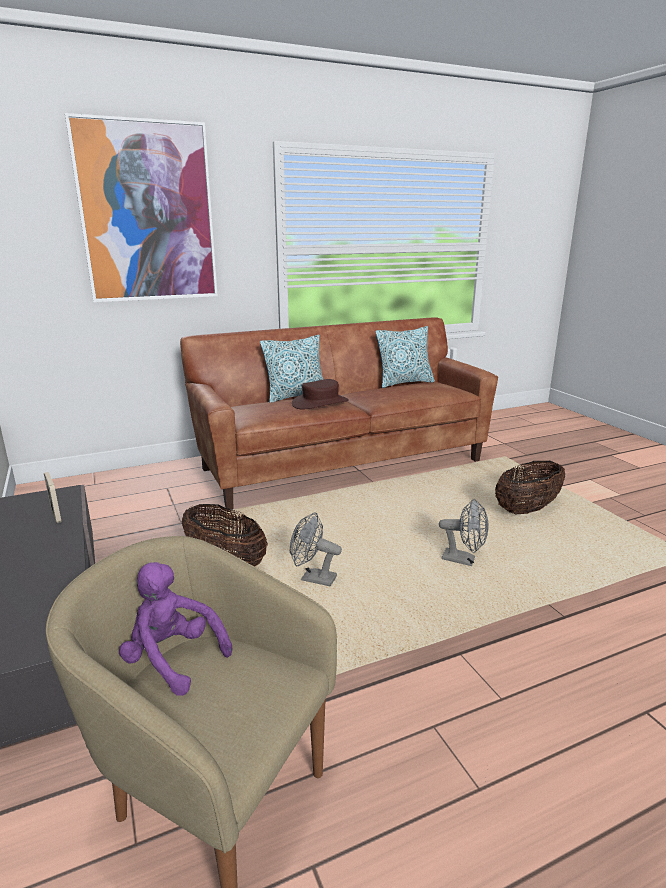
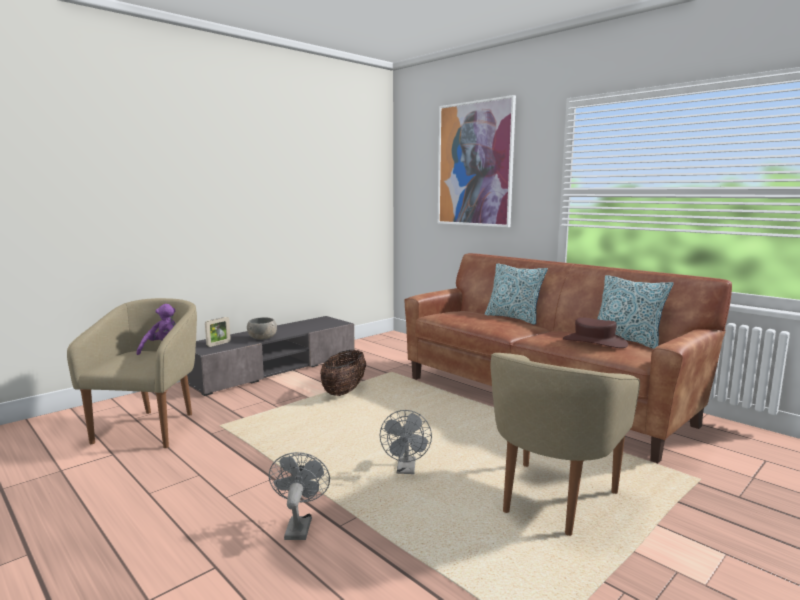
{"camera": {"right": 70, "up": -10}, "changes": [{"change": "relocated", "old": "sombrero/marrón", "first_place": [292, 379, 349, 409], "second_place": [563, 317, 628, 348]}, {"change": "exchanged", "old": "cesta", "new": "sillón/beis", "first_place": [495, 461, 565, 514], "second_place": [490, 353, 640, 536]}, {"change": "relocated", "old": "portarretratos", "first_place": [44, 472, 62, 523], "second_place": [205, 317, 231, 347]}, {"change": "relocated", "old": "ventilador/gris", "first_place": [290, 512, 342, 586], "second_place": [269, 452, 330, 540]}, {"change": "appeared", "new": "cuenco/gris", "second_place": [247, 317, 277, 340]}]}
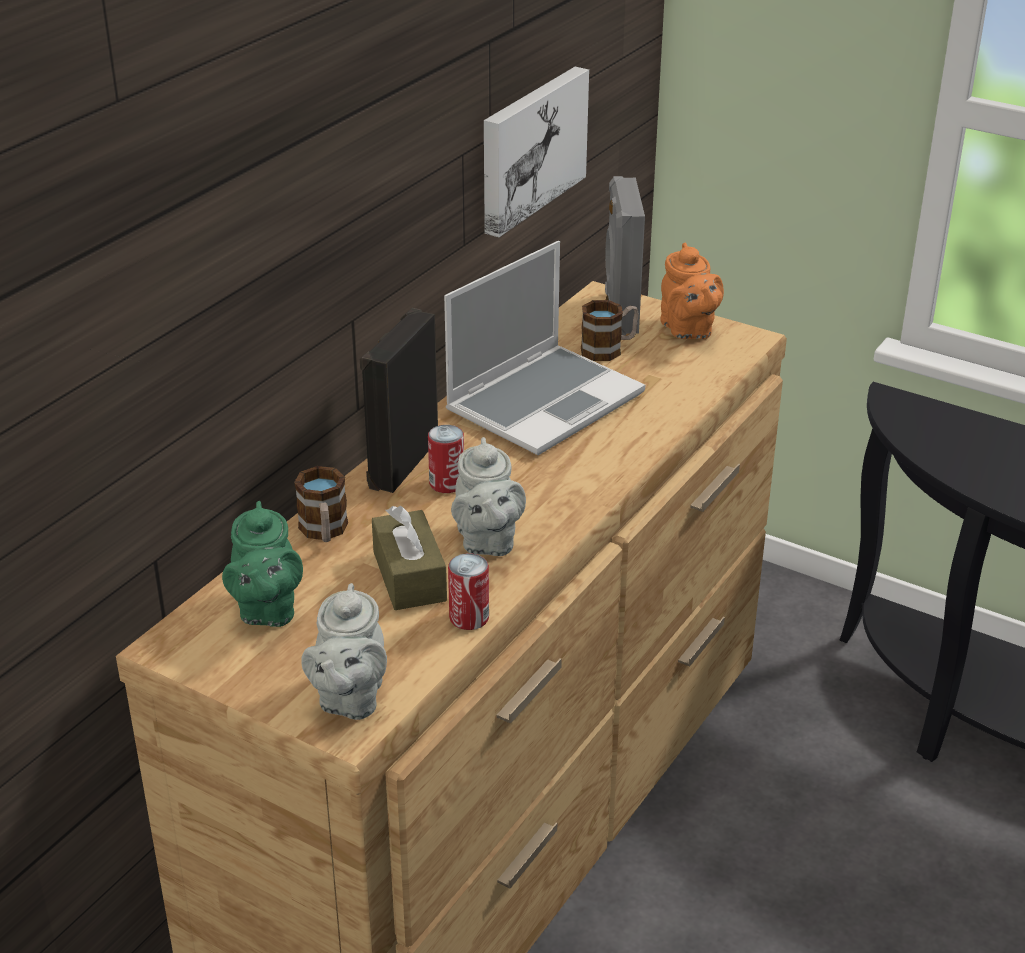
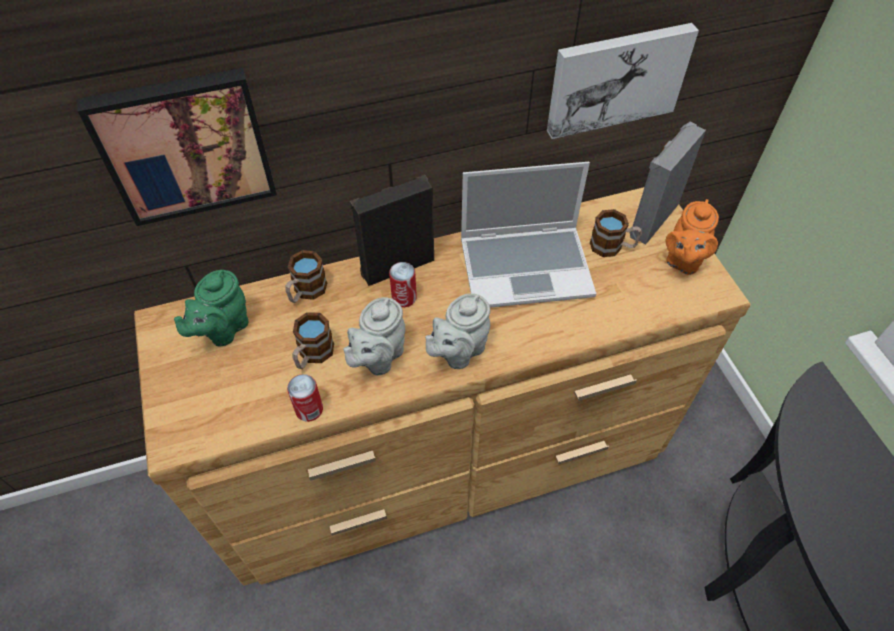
{"camera": {"right": 40, "up": 20}, "changes": [{"change": "exchanged", "old": "caja de pañuelos/marrón", "new": "taza grande", "first_place": [372, 506, 447, 610], "second_place": [292, 312, 334, 369]}, {"change": "relocated", "old": "tetera/gris", "first_place": [301, 583, 387, 720], "second_place": [425, 293, 490, 369]}, {"change": "appeared", "new": "cuadro", "second_place": [77, 68, 277, 226]}]}
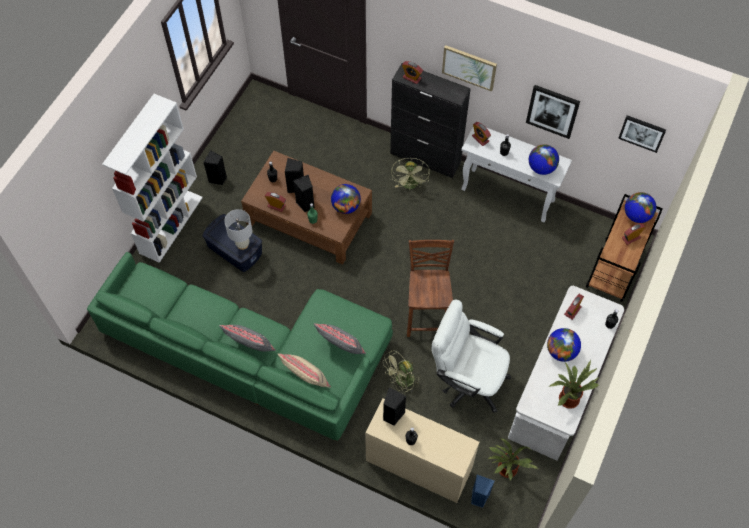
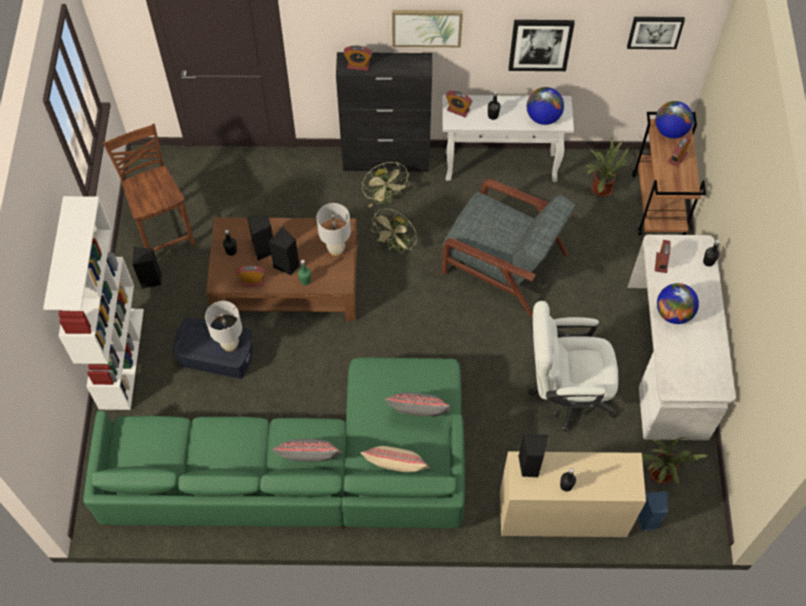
{"camera": {"right": -25, "up": 0}, "changes": [{"change": "exchanged", "old": "globo terráqueo", "new": "lámpara de mesa/blanco", "first_place": [331, 184, 361, 214], "second_place": [317, 203, 351, 256]}, {"change": "relocated", "old": "silla/marrón", "first_place": [407, 240, 454, 337], "second_place": [103, 124, 195, 251]}, {"change": "relocated", "old": "ventilador/verde", "first_place": [383, 350, 421, 393], "second_place": [370, 208, 418, 254]}, {"change": "relocated", "old": "planta en maceta", "first_place": [549, 359, 599, 409], "second_place": [585, 136, 629, 197]}, {"change": "appeared", "new": "sillón/gris", "second_place": [442, 179, 575, 317]}]}
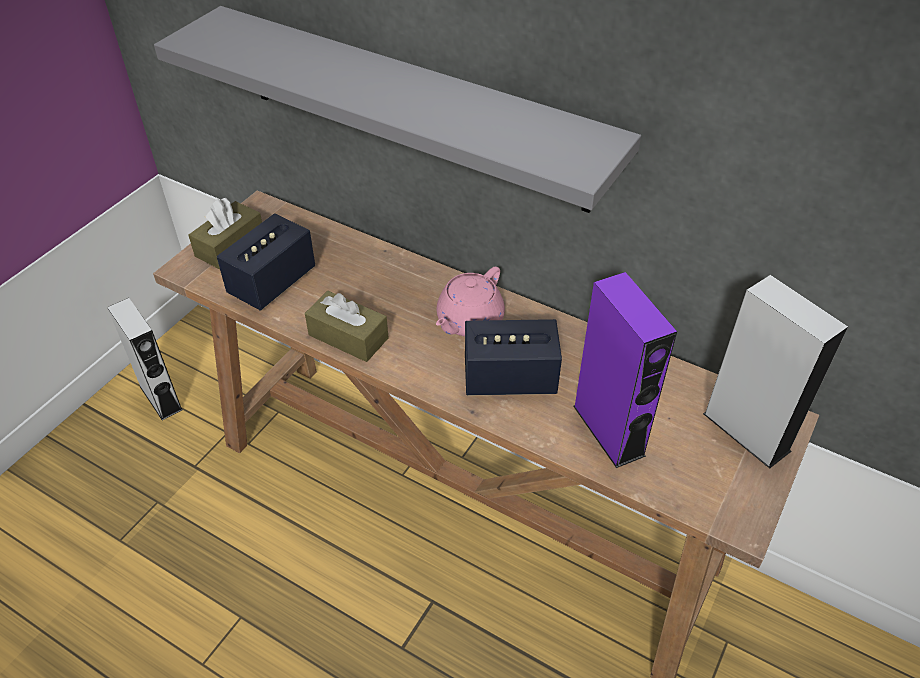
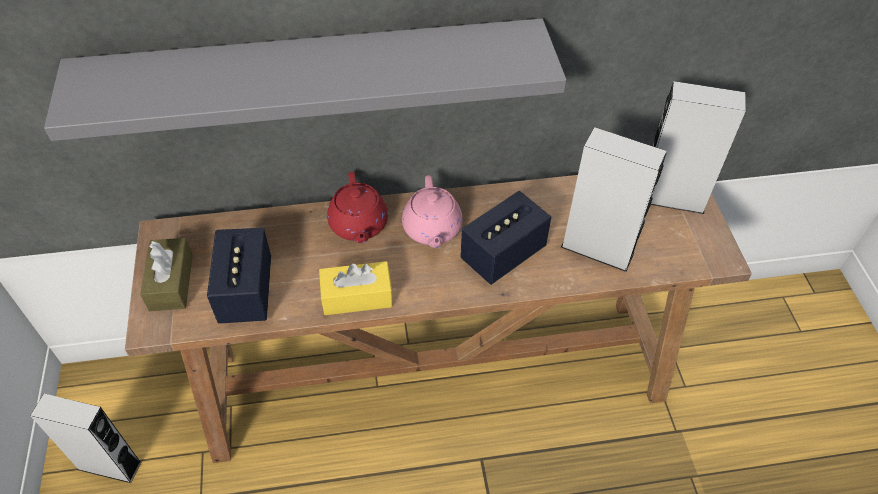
{"camera": {"right": -40, "up": 5}, "changes": [{"change": "colour", "old": "altavoz/morado", "new": "altavoz/gris", "first_place": [573, 272, 677, 468], "second_place": [561, 127, 667, 272]}, {"change": "colour", "old": "caja de pañuelos/marrón", "new": "caja de pañuelos/amarillo", "first_place": [305, 291, 389, 362], "second_place": [319, 261, 393, 315]}, {"change": "appeared", "new": "tetera/rojo", "second_place": [327, 172, 388, 243]}]}
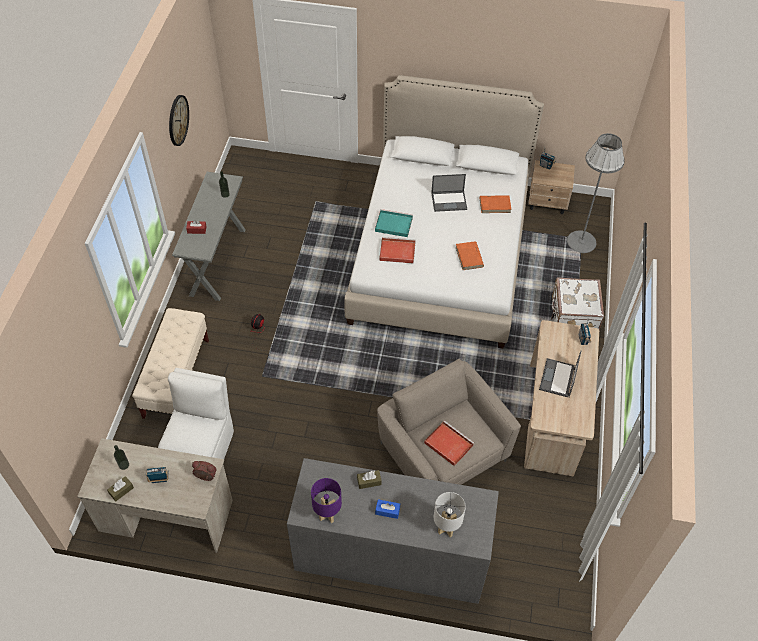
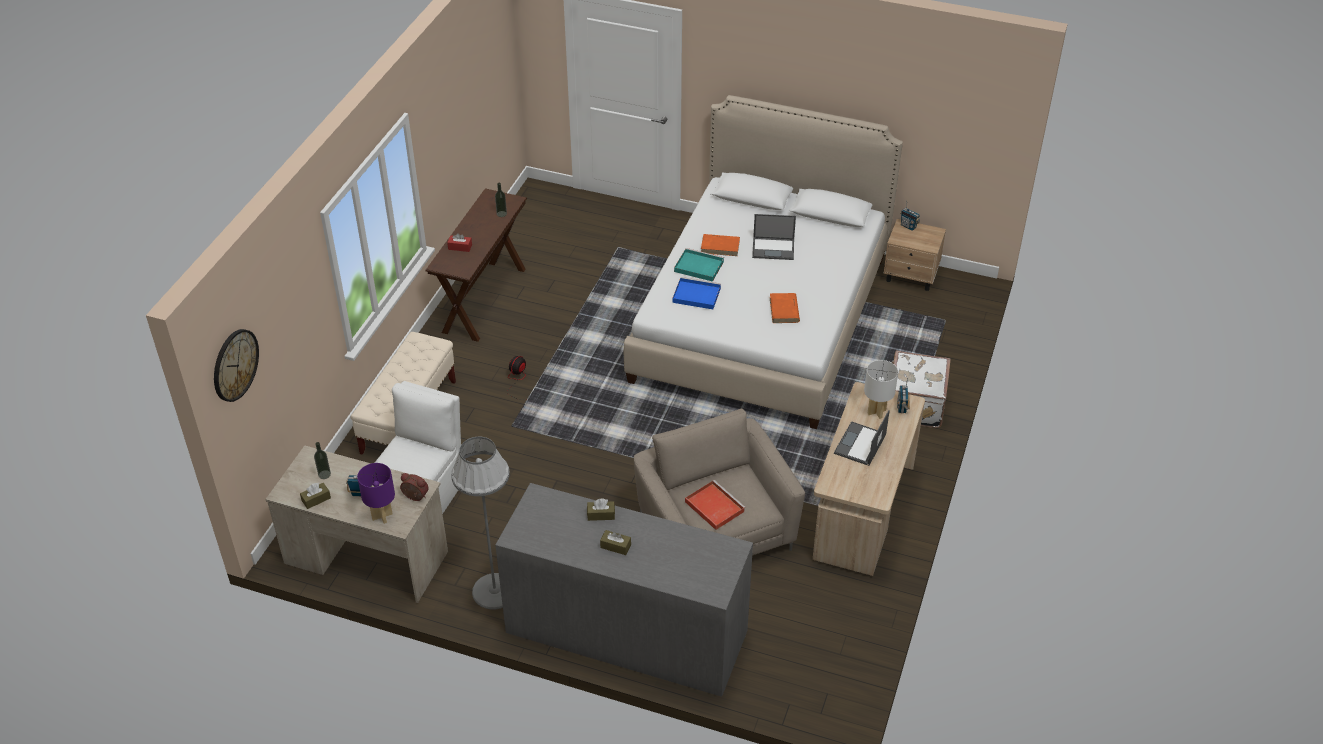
{"camera": {"right": 10, "up": -10}, "changes": [{"change": "relocated", "old": "reloj de pared", "first_place": [169, 95, 189, 146], "second_place": [214, 329, 259, 402]}, {"change": "relocated", "old": "lámpara de pie/gris", "first_place": [567, 133, 625, 253], "second_place": [451, 437, 510, 610]}, {"change": "colour", "old": "mesa consola/gris", "new": "mesa consola/marrón", "first_place": [172, 172, 246, 301], "second_place": [425, 188, 527, 342]}, {"change": "relocated", "old": "libro/naranja", "first_place": [480, 195, 512, 213], "second_place": [701, 234, 740, 256]}, {"change": "colour", "old": "bandeja/rojo", "new": "bandeja/azul", "first_place": [379, 237, 416, 263], "second_place": [672, 277, 721, 309]}, {"change": "relocated", "old": "lámpara de mesa/morado", "first_place": [311, 478, 342, 523], "second_place": [357, 463, 395, 524]}, {"change": "relocated", "old": "lámpara de mesa/blanco", "first_place": [434, 492, 466, 537], "second_place": [864, 360, 898, 419]}, {"change": "colour", "old": "caja de pañuelos/azul", "new": "caja de pañuelos/marrón", "first_place": [375, 499, 400, 519], "second_place": [600, 530, 631, 555]}]}
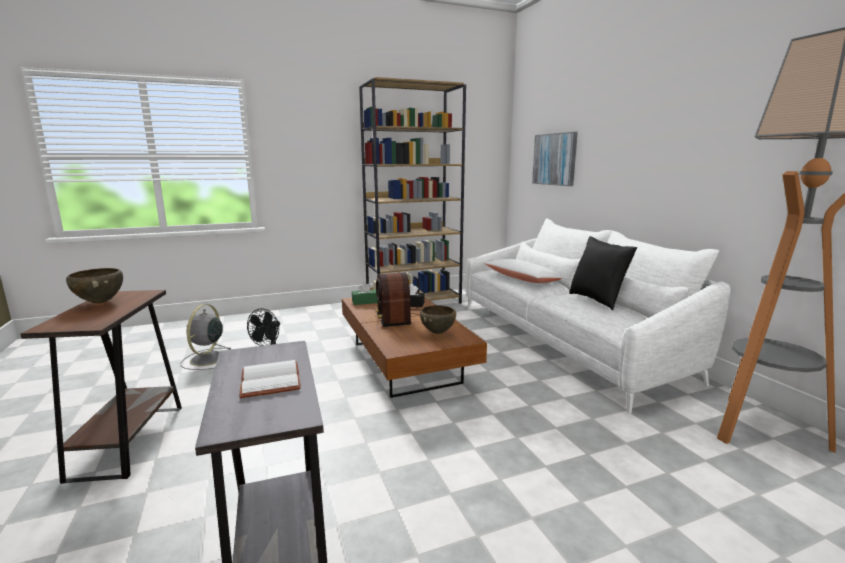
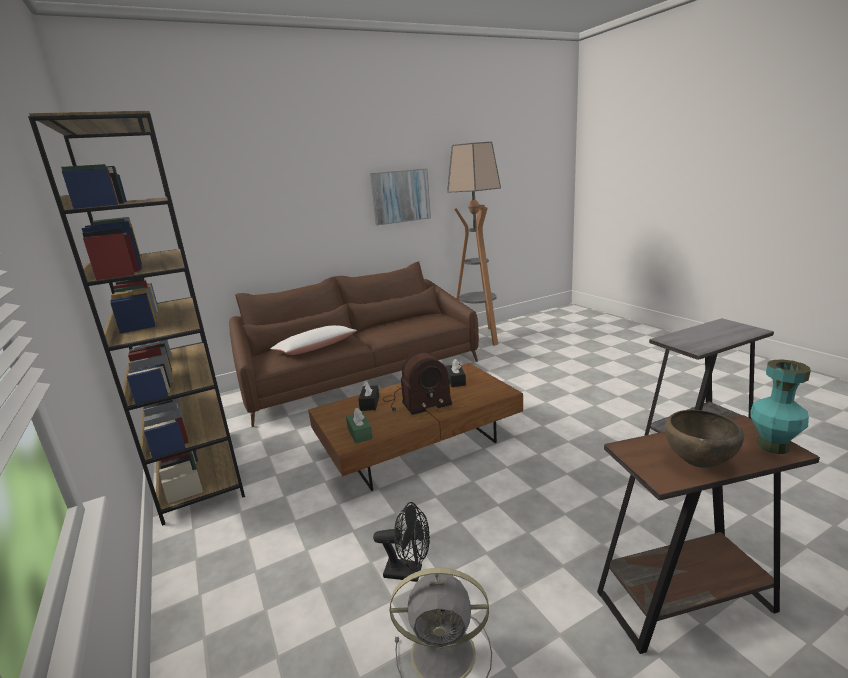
{"camera": {"right": -95, "up": 5}, "changes": [{"change": "relocated", "old": "cuadro", "first_place": [532, 132, 578, 186], "second_place": [370, 168, 431, 226]}, {"change": "colour", "old": "sofá/blanco", "new": "sofá/marrón", "first_place": [465, 218, 731, 414], "second_place": [229, 262, 479, 427]}, {"change": "missing", "old": "cojín/negro", "first_place": [569, 236, 637, 310]}, {"change": "exchanged", "old": "cuenco/marrón", "new": "caja de pañuelos/negro", "first_place": [420, 305, 456, 334], "second_place": [446, 359, 466, 387]}, {"change": "missing", "old": "libro/blanco", "first_place": [239, 360, 301, 398]}, {"change": "appeared", "new": "florero/turquesa", "second_place": [750, 359, 811, 454]}]}
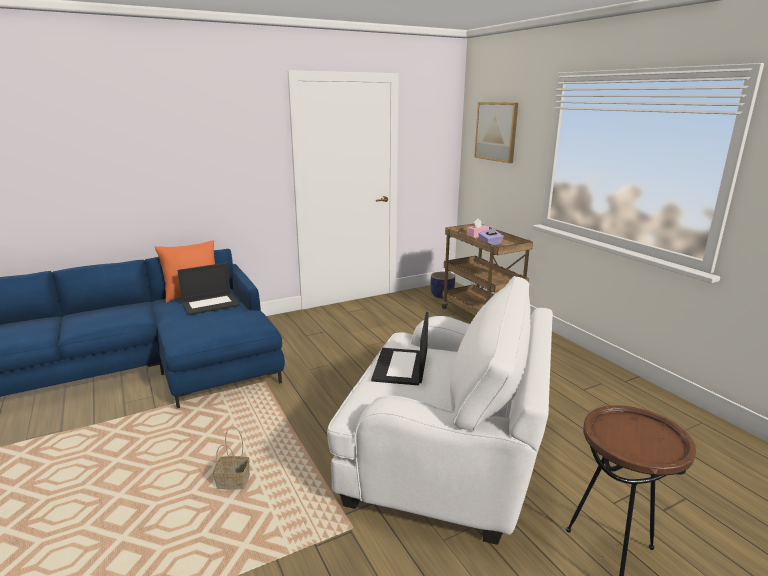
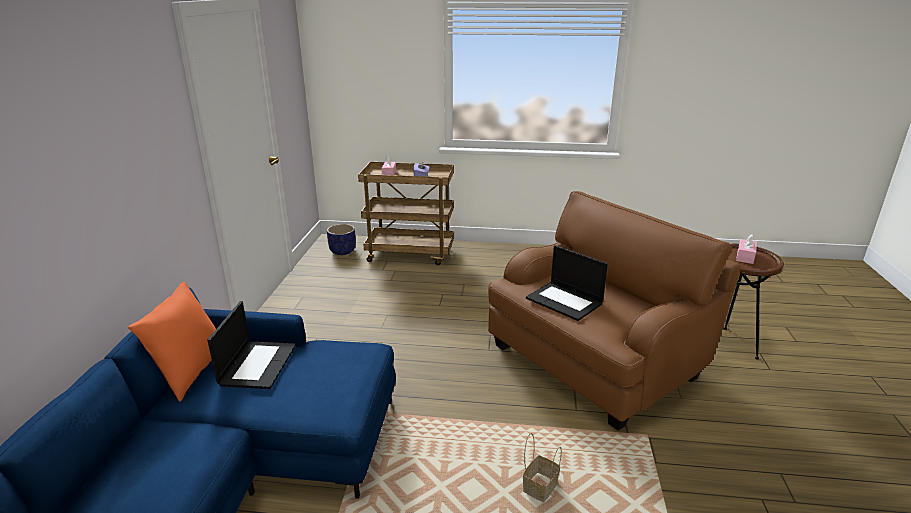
{"camera": {"right": -55, "up": 5}, "changes": [{"change": "missing", "old": "cuadro", "first_place": [474, 102, 518, 163]}, {"change": "colour", "old": "sillón/blanco", "new": "sillón/marrón", "first_place": [327, 276, 553, 545], "second_place": [488, 191, 741, 431]}, {"change": "appeared", "new": "caja de pañuelos/rosa", "second_place": [736, 234, 757, 264]}]}
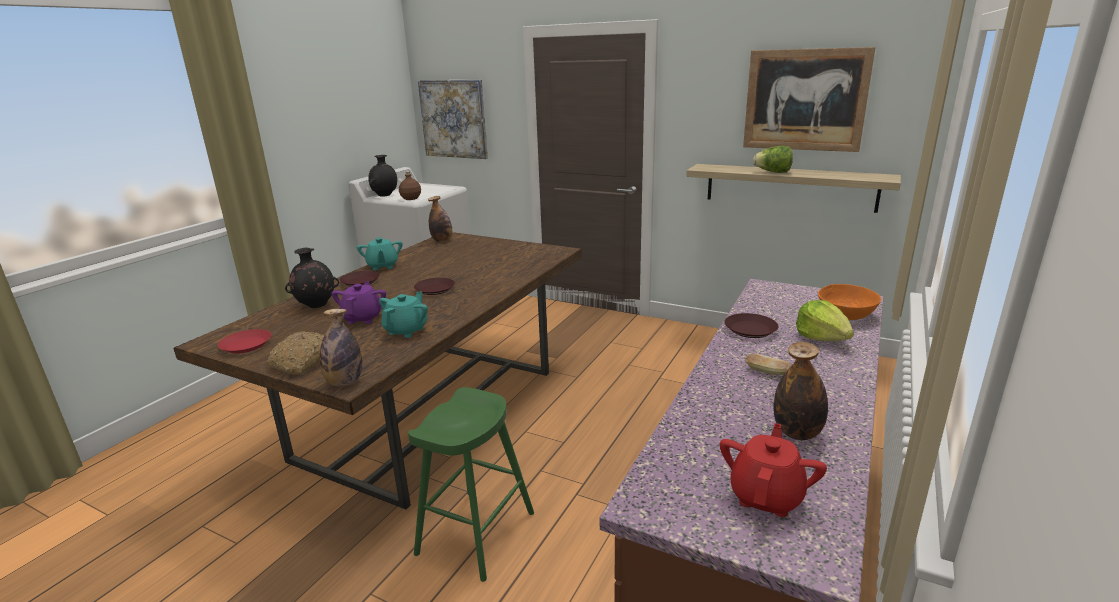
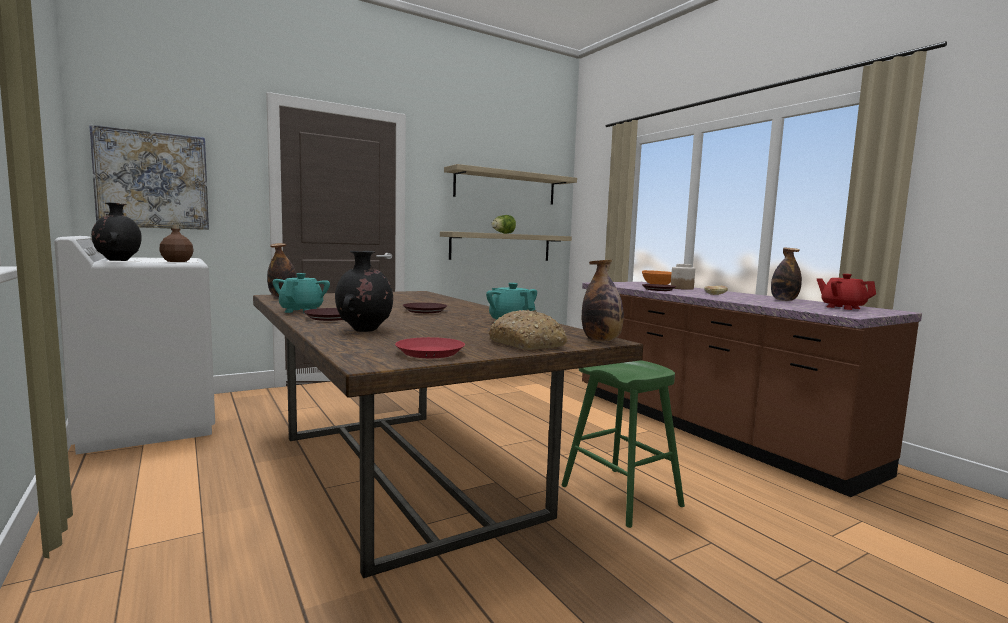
{"camera": {"right": -60, "up": -15}, "changes": [{"change": "exchanged", "old": "cuadro", "new": "estante", "first_place": [743, 47, 876, 152], "second_place": [444, 164, 577, 205]}, {"change": "spun", "old": "tetera/turquesa", "first_place": [357, 237, 403, 271], "second_place": [273, 273, 330, 313], "degrees": -105}, {"change": "missing", "old": "tetera/morado", "first_place": [331, 281, 386, 324]}, {"change": "exchanged", "old": "lechuga", "new": "tarro", "first_place": [796, 300, 854, 341], "second_place": [671, 264, 695, 290]}]}
